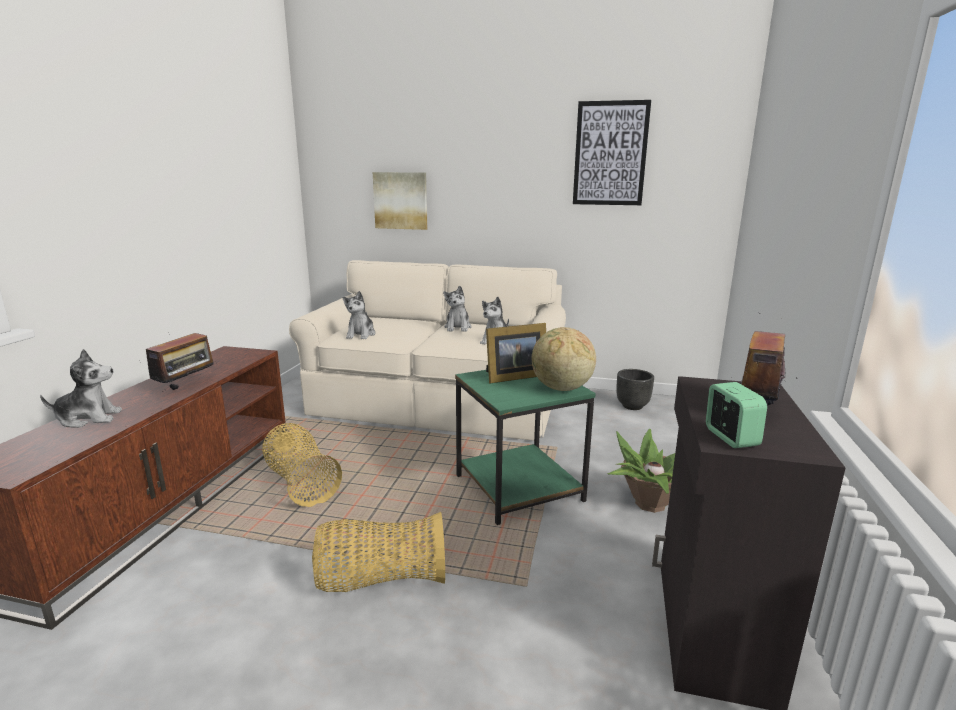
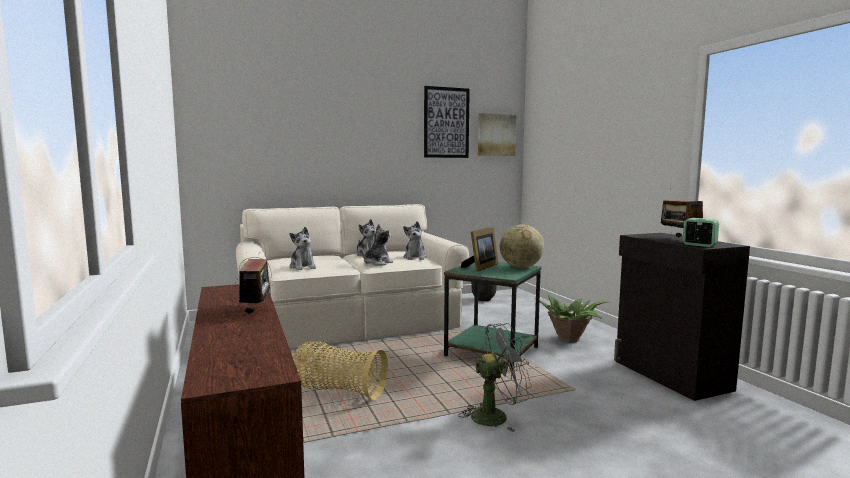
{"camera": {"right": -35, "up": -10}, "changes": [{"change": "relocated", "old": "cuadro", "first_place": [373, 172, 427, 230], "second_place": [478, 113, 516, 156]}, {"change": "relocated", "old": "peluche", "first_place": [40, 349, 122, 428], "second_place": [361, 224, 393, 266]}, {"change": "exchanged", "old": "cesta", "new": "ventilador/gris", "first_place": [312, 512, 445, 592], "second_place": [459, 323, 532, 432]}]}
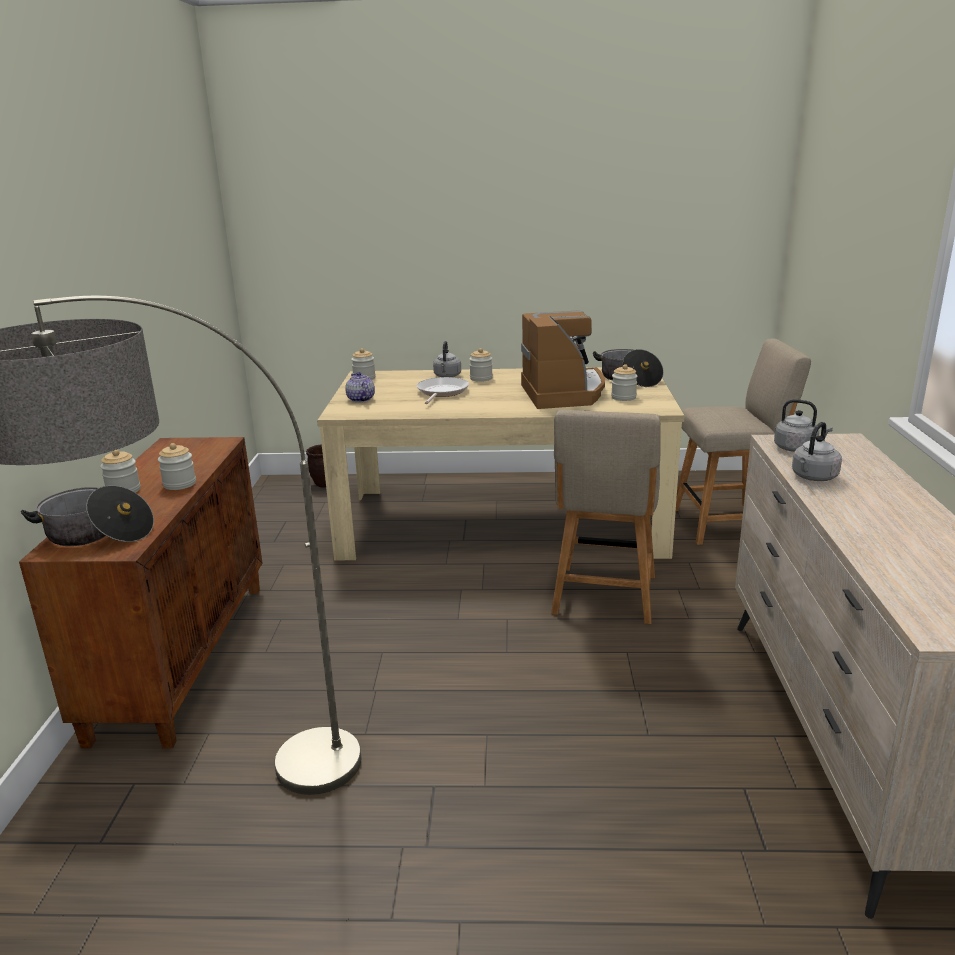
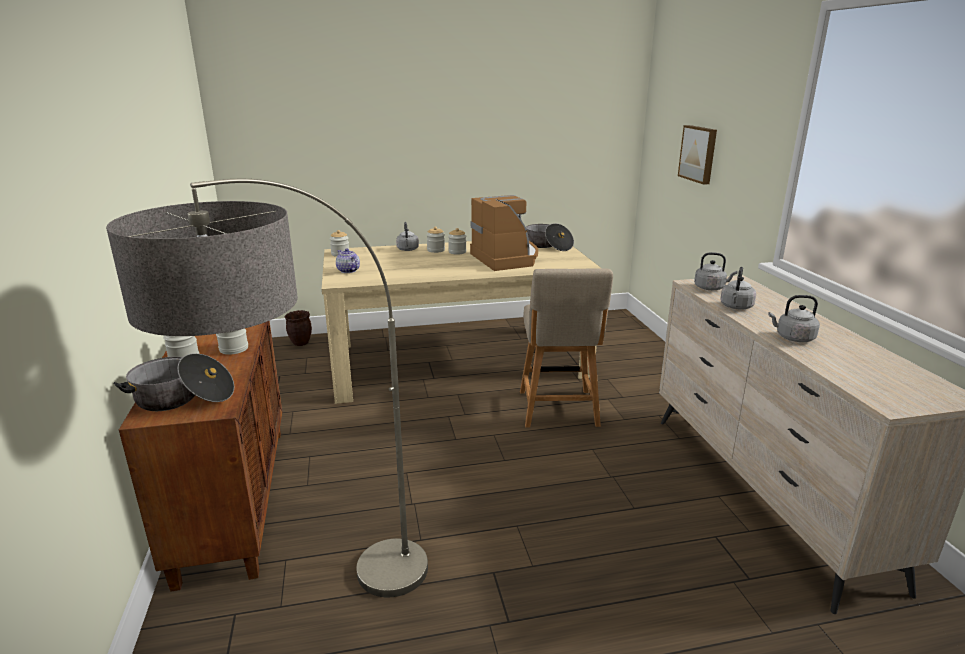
{"camera": {"right": -15, "up": 0}, "changes": [{"change": "missing", "old": "silla/beis", "first_place": [676, 339, 811, 545]}, {"change": "relocated", "old": "tarro", "first_place": [611, 364, 638, 401], "second_place": [448, 228, 467, 255]}, {"change": "missing", "old": "sartén", "first_place": [417, 377, 469, 404]}, {"change": "appeared", "new": "cuadro", "second_place": [678, 125, 717, 185]}, {"change": "appeared", "new": "hervidor/gris", "second_place": [768, 295, 820, 342]}]}
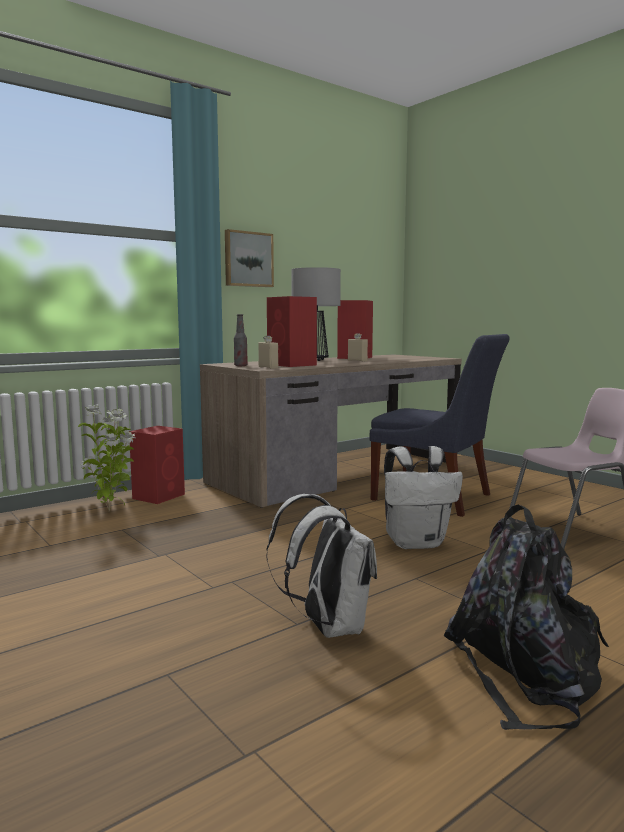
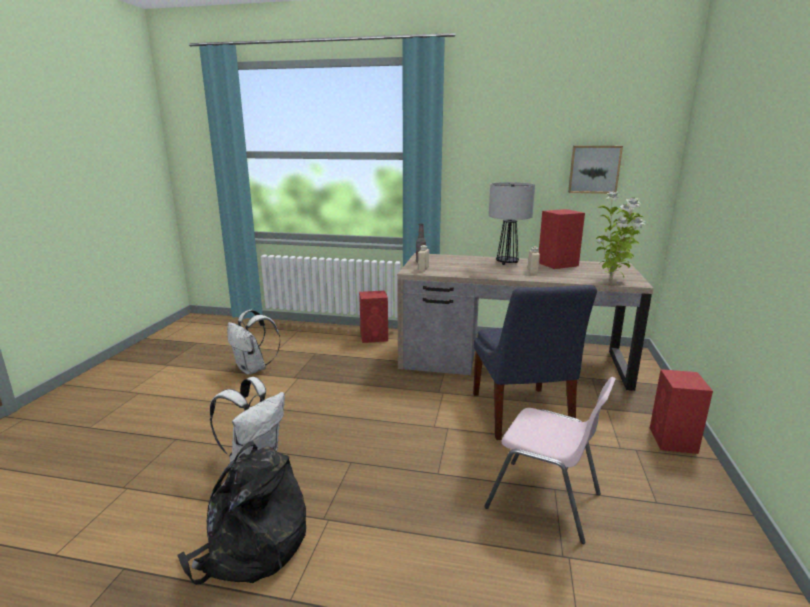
{"camera": {"right": 50, "up": 10}, "changes": [{"change": "relocated", "old": "cuadro", "first_place": [225, 229, 274, 287], "second_place": [568, 146, 623, 194]}, {"change": "relocated", "old": "altavoz/rojo", "first_place": [267, 296, 317, 367], "second_place": [650, 369, 713, 454]}, {"change": "relocated", "old": "planta en maceta", "first_place": [78, 404, 135, 512], "second_place": [596, 191, 645, 281]}, {"change": "relocated", "old": "mochila/blanco", "first_place": [384, 446, 463, 549], "second_place": [227, 310, 280, 375]}]}
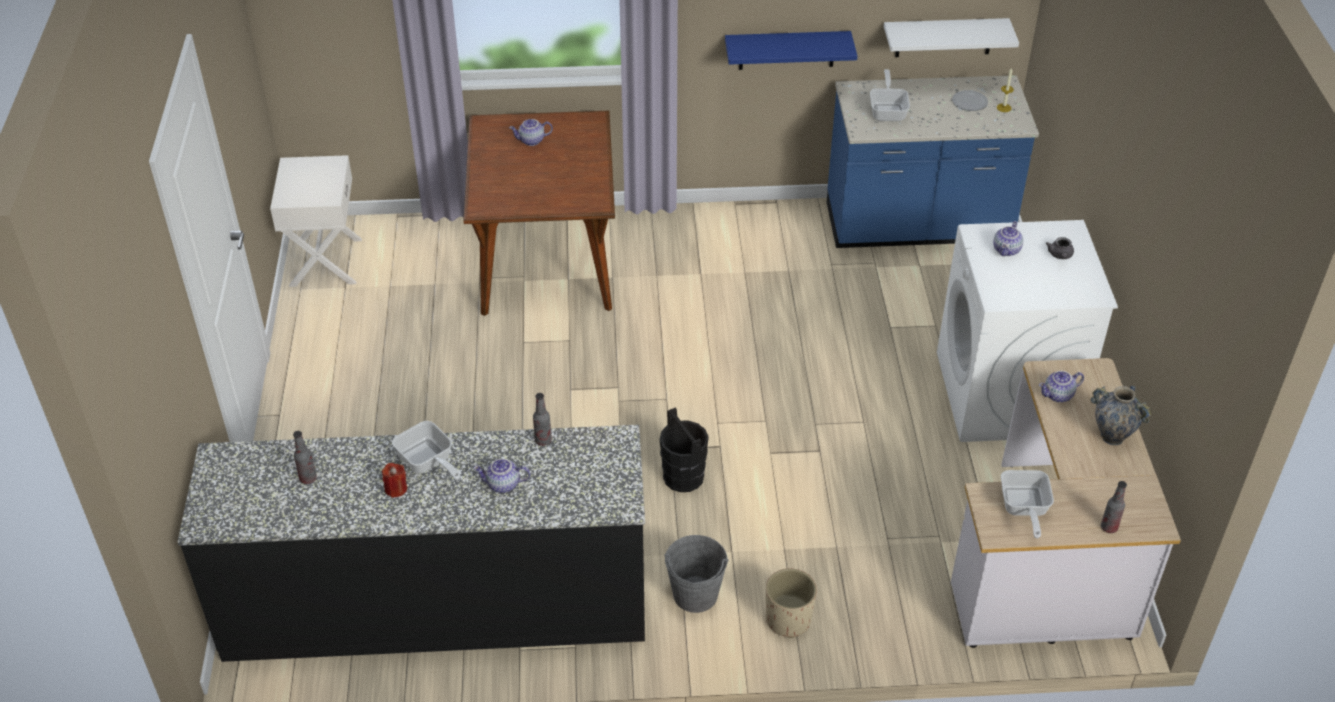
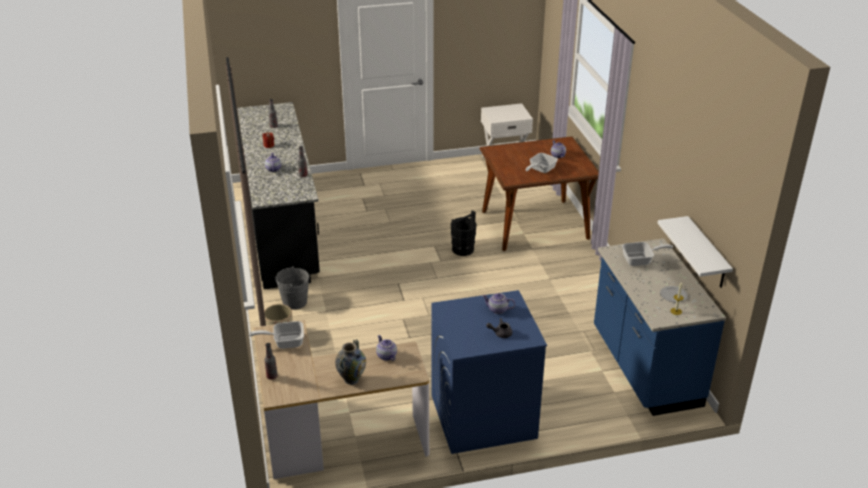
{"camera": {"right": 80, "up": -10}, "changes": [{"change": "missing", "old": "estante/azul", "first_place": [725, 31, 857, 70]}, {"change": "colour", "old": "lavadora/blanco", "new": "lavadora/azul", "first_place": [937, 220, 1118, 442], "second_place": [431, 290, 547, 454]}, {"change": "relocated", "old": "cubo/negro", "first_place": [659, 407, 709, 492], "second_place": [451, 210, 477, 256]}, {"change": "relocated", "old": "sartén", "first_place": [392, 421, 460, 480], "second_place": [526, 153, 558, 173]}]}
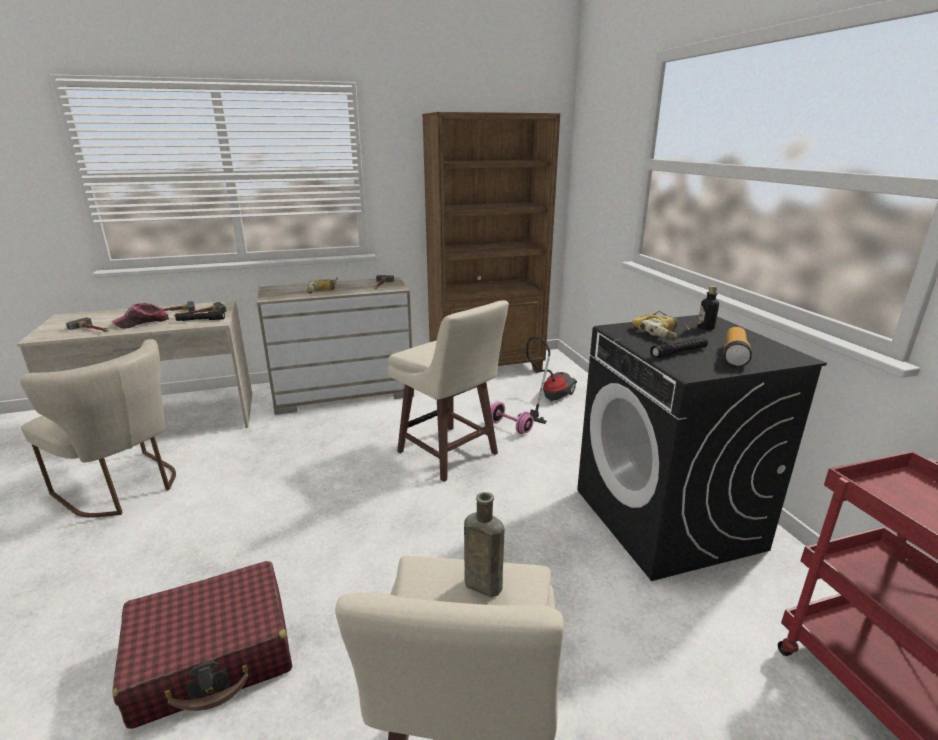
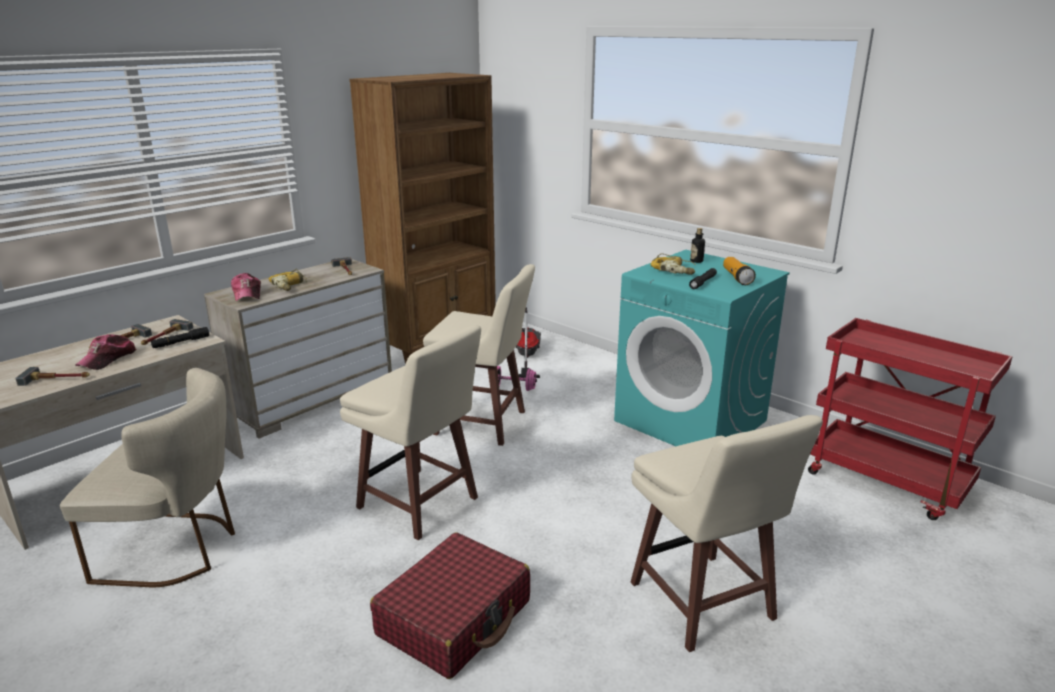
{"camera": {"right": -30, "up": 0}, "changes": [{"change": "colour", "old": "lavadora/negro", "new": "lavadora/turquesa", "first_place": [577, 315, 827, 581], "second_place": [614, 250, 790, 446]}, {"change": "missing", "old": "botella/marrón", "first_place": [464, 492, 504, 597]}, {"change": "appeared", "new": "gorra", "second_place": [231, 273, 261, 301]}, {"change": "appeared", "new": "taburete/beis", "second_place": [340, 325, 481, 540]}]}
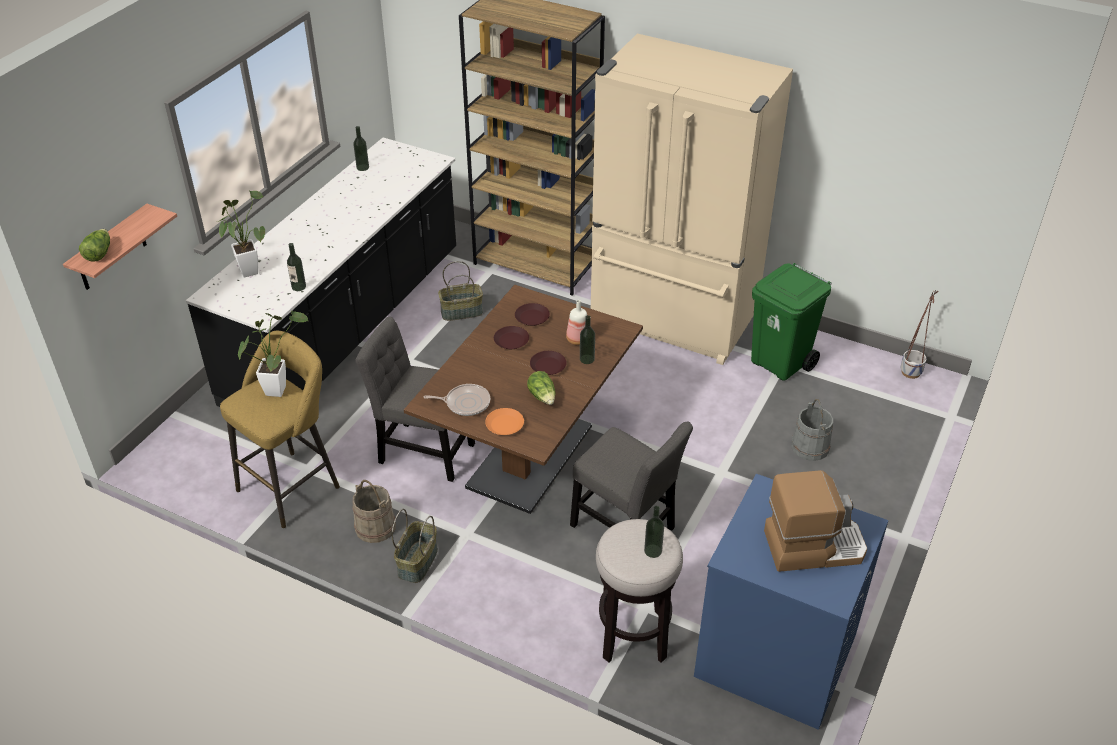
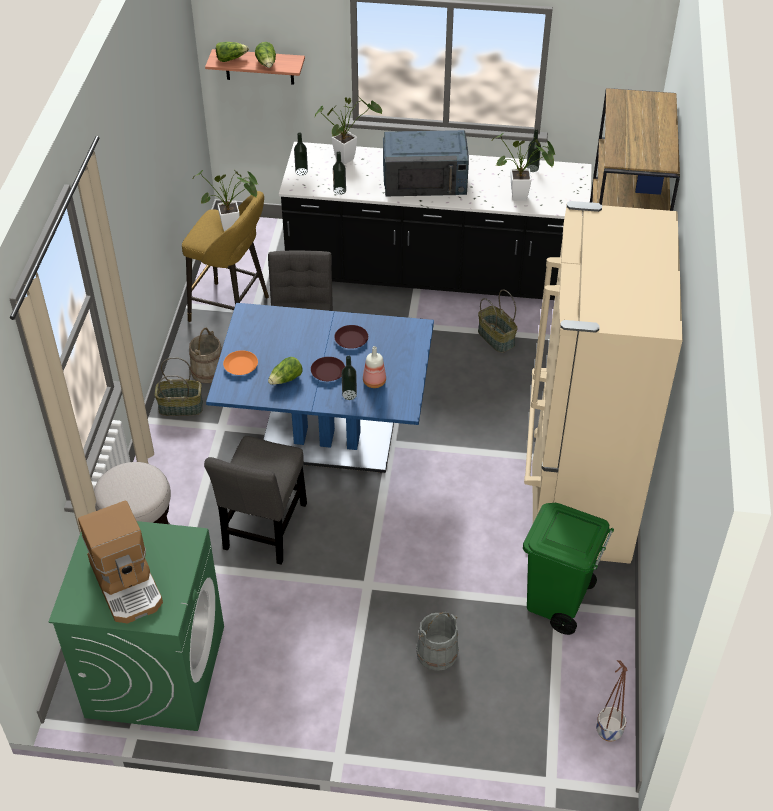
{"camera": {"right": 70, "up": 5}, "changes": [{"change": "colour", "old": "mesa de comedor/marrón", "new": "mesa de comedor/azul", "first_place": [404, 285, 643, 514], "second_place": [206, 303, 434, 473]}, {"change": "missing", "old": "plato/marrón", "first_place": [515, 303, 550, 326]}, {"change": "missing", "old": "sartén", "first_place": [424, 384, 490, 416]}, {"change": "colour", "old": "lavadora/azul", "new": "lavadora/verde", "first_place": [694, 474, 888, 730], "second_place": [49, 521, 224, 731]}, {"change": "relocated", "old": "botella", "first_place": [644, 506, 664, 558], "second_place": [294, 133, 308, 176]}, {"change": "appeared", "new": "lechuga", "second_place": [255, 42, 276, 68]}, {"change": "appeared", "new": "microondas/azul", "second_place": [383, 130, 469, 196]}, {"change": "appeared", "new": "planta en maceta", "second_place": [492, 133, 555, 201]}]}
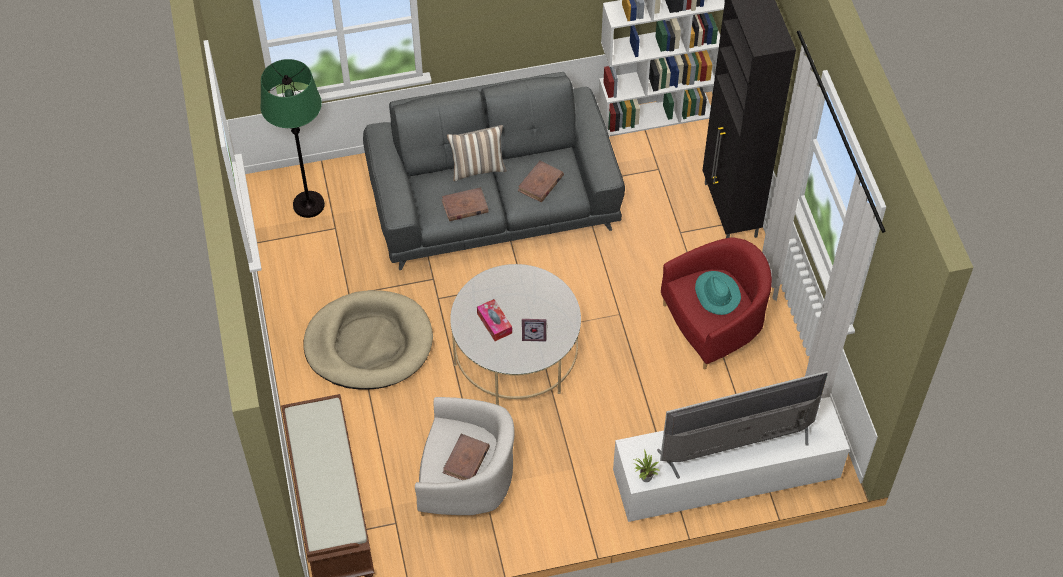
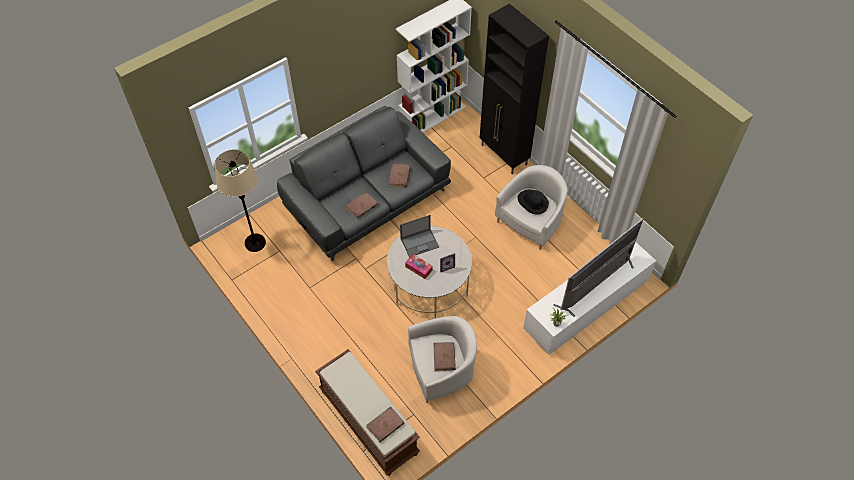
{"camera": {"right": -25, "up": 0}, "changes": [{"change": "colour", "old": "lámpara de pie/verde", "new": "lámpara de pie/beis", "first_place": [260, 59, 325, 218], "second_place": [215, 150, 266, 252]}, {"change": "missing", "old": "cojín", "first_place": [447, 125, 507, 181]}, {"change": "colour", "old": "sillón/rojo", "new": "sillón/blanco", "first_place": [661, 237, 772, 369], "second_place": [495, 165, 568, 250]}, {"change": "colour", "old": "sombrero/turquesa", "new": "sombrero/negro", "first_place": [695, 271, 741, 315], "second_place": [518, 190, 549, 215]}, {"change": "missing", "old": "cama para perro/beis", "first_place": [304, 290, 433, 390]}, {"change": "appeared", "new": "portátil", "second_place": [400, 215, 439, 257]}, {"change": "appeared", "new": "libro/marrón", "second_place": [366, 406, 405, 442]}]}
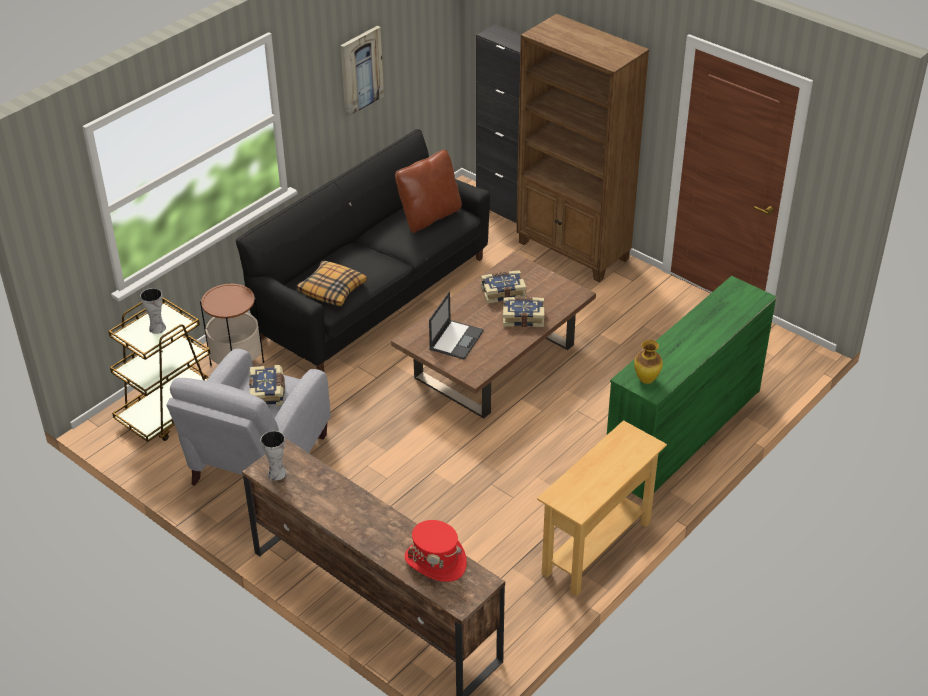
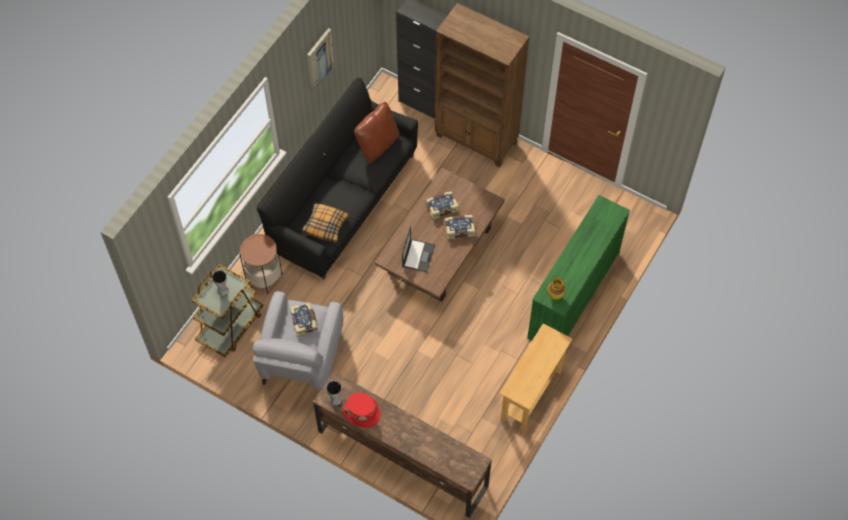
{"camera": {"right": -10, "up": 20}, "changes": [{"change": "relocated", "old": "sombrero/rojo", "first_place": [405, 520, 467, 582], "second_place": [343, 393, 380, 428]}]}
